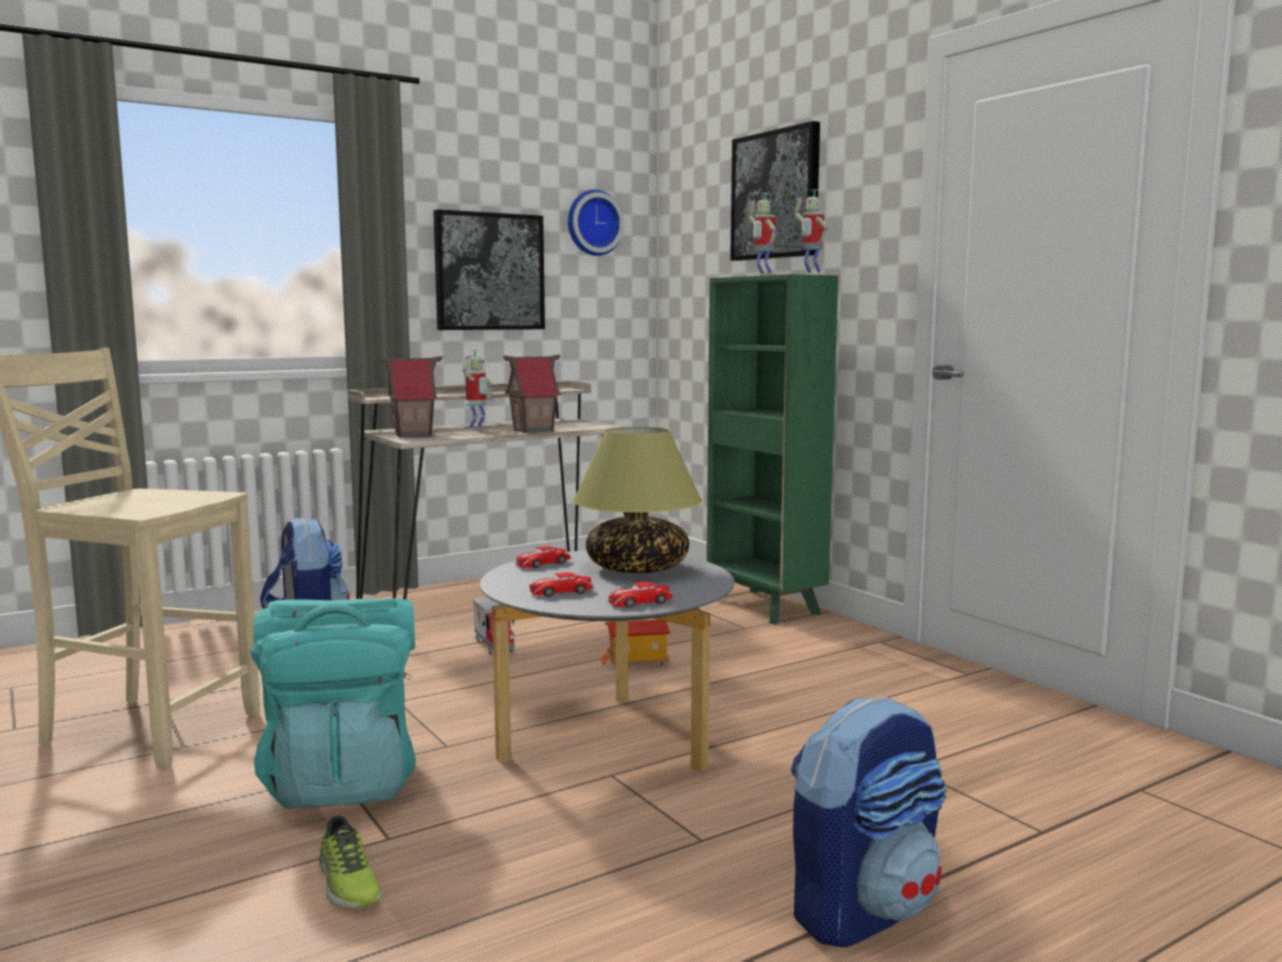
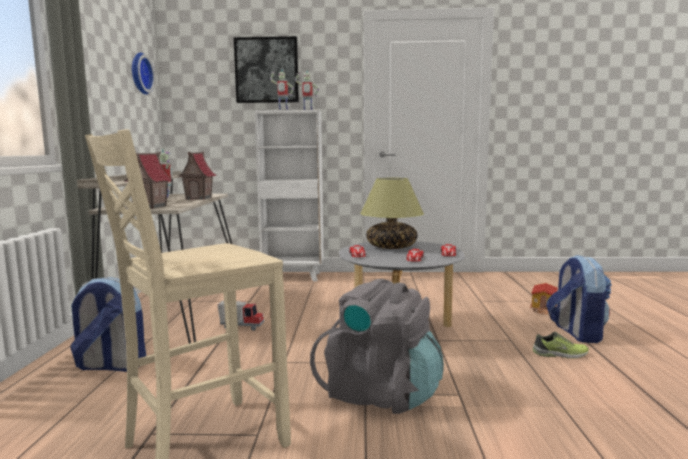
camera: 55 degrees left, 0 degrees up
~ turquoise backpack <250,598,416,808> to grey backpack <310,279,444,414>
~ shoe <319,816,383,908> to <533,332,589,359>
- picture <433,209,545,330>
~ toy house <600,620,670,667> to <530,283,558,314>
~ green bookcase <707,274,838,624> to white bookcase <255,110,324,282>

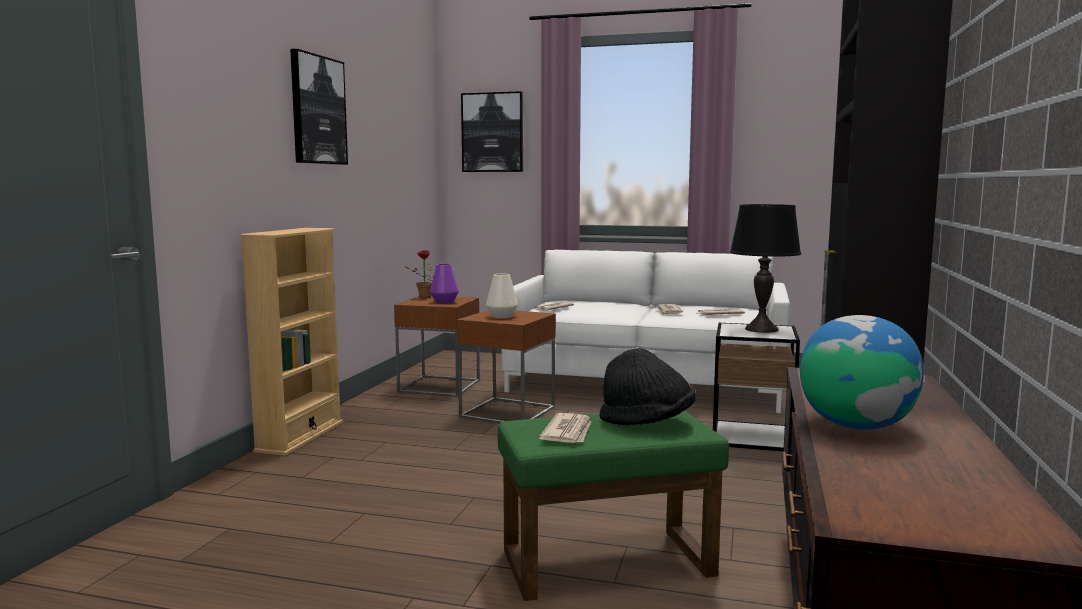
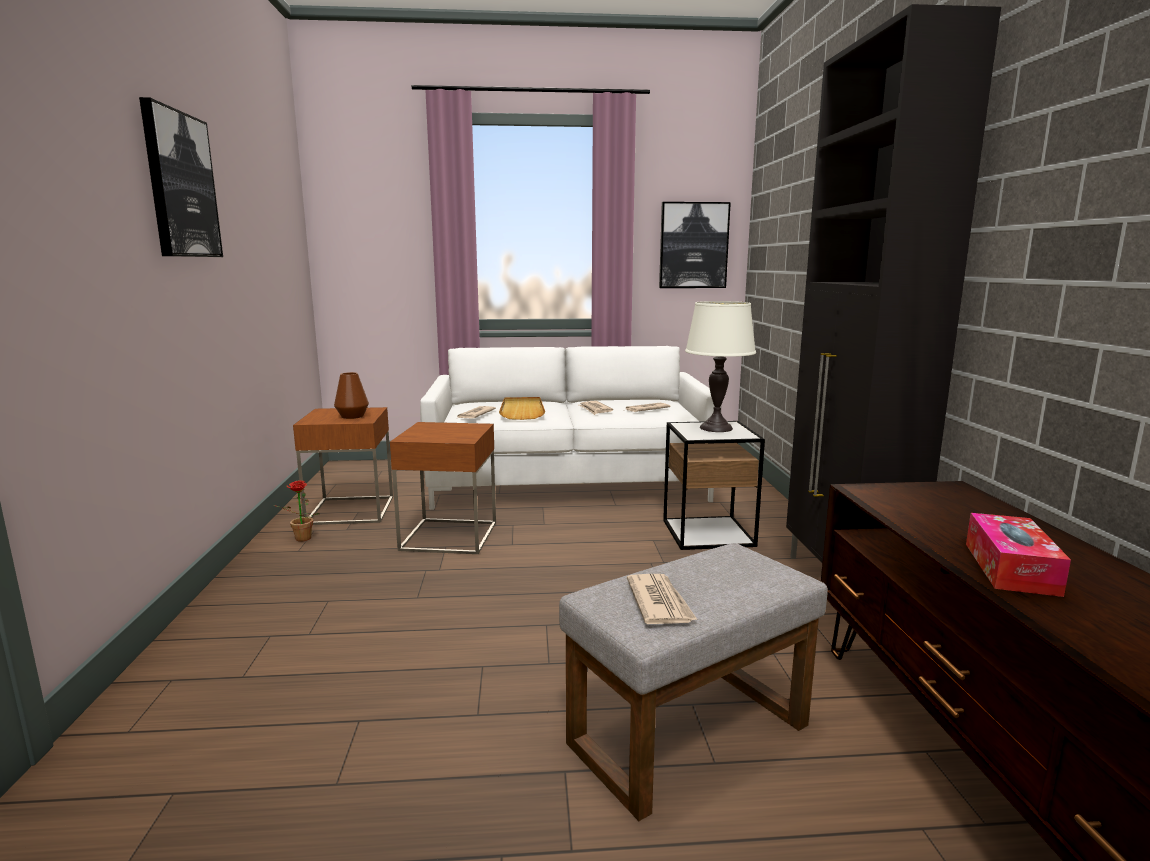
camera: 20 degrees left, 5 degrees up
- beige bookcase <240,228,343,456>
~ potted plant <406,250,434,298> to <276,480,320,542>
~ purple vase <430,264,459,303> to brown vase <334,372,369,419>
~ picture <461,91,523,172> to <659,202,731,288>
- white vase <486,274,518,319>
~ green ottoman <498,410,729,601> to grey ottoman <559,543,828,821>
- black hat <600,348,696,425>
~ black table lamp <730,204,801,333> to white table lamp <685,301,756,432>
~ globe <800,315,924,430> to tissue box <966,513,1071,597>
+ beige tray <499,397,545,420>

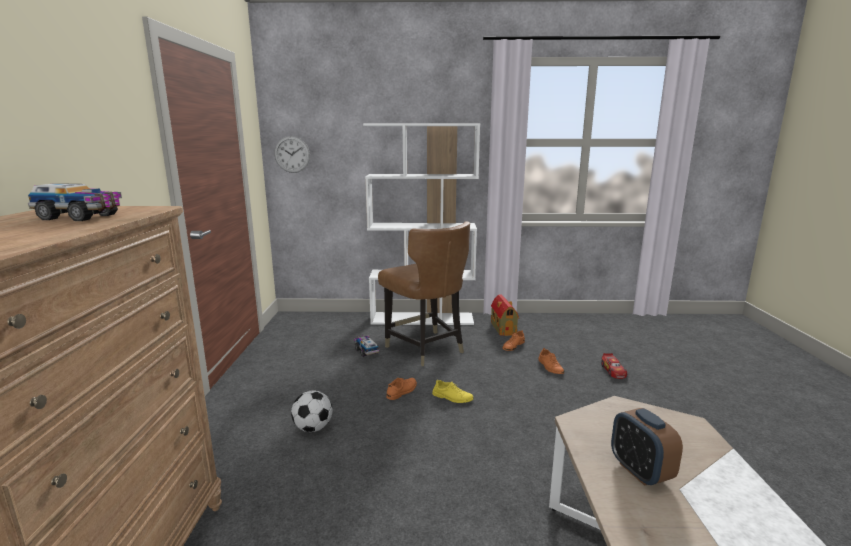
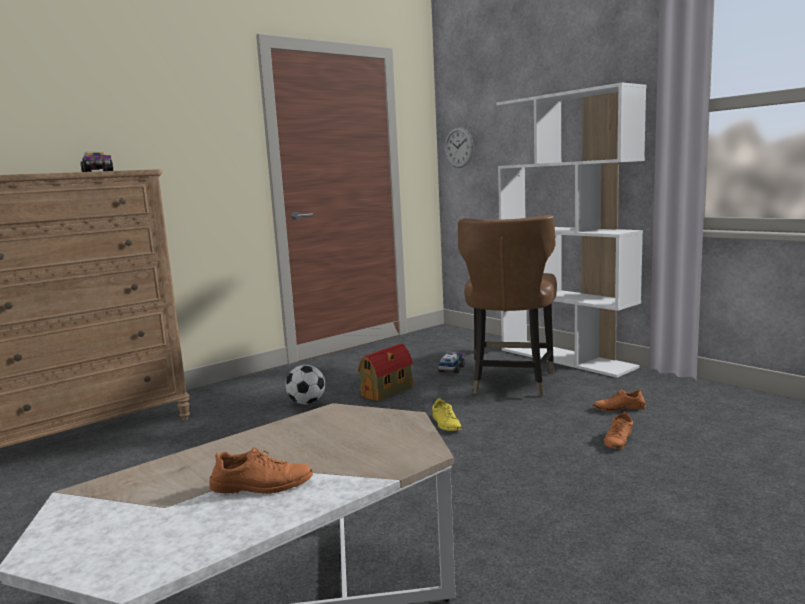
camera: 50 degrees right, 5 degrees down
~ orange shoe <386,378,417,400> to <209,448,313,494>
~ toy house <491,294,519,336> to <358,344,413,401>
- toy car <601,353,627,379>
- alarm clock <611,408,683,486>

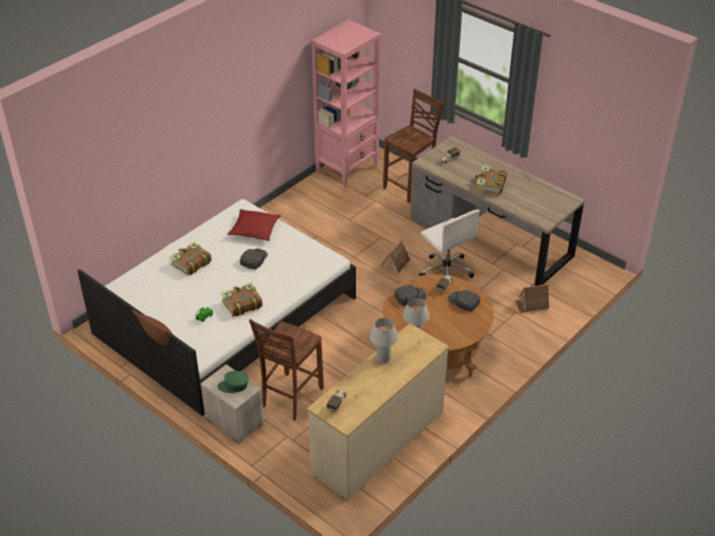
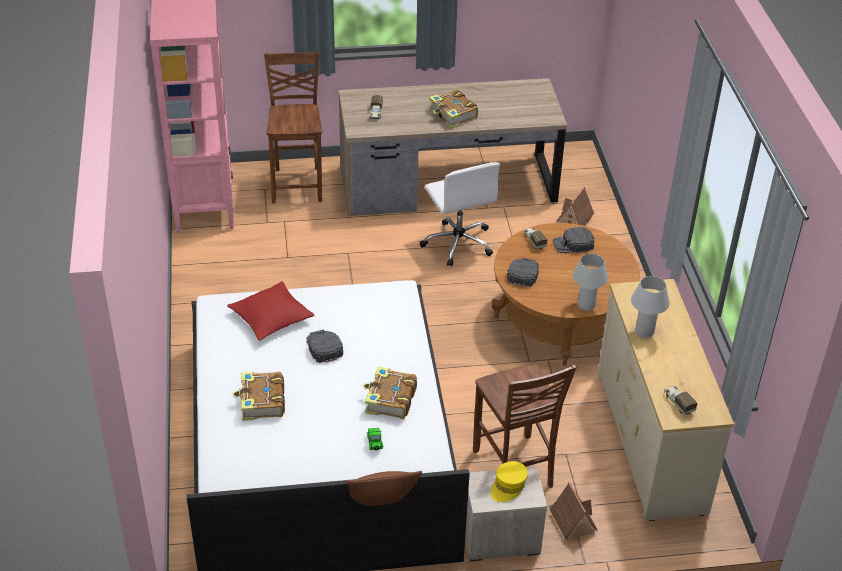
camera: 50 degrees left, 0 degrees up
~ green cap <217,371,249,393> to yellow cap <491,461,528,502>
~ toy house <381,240,411,274> to <549,482,598,540>
~ white office chair <419,210,480,278> = <420,162,500,266> 60 degrees clockwise

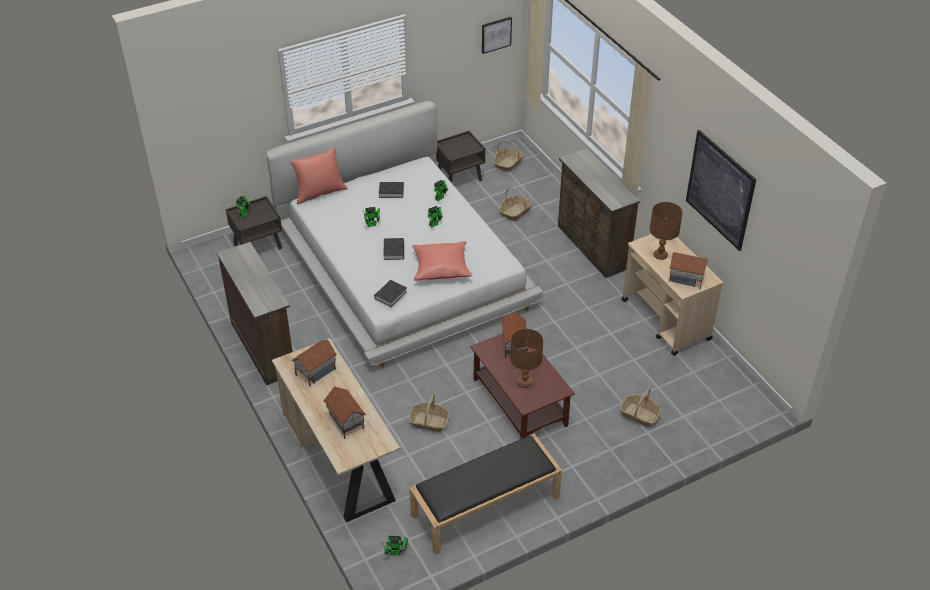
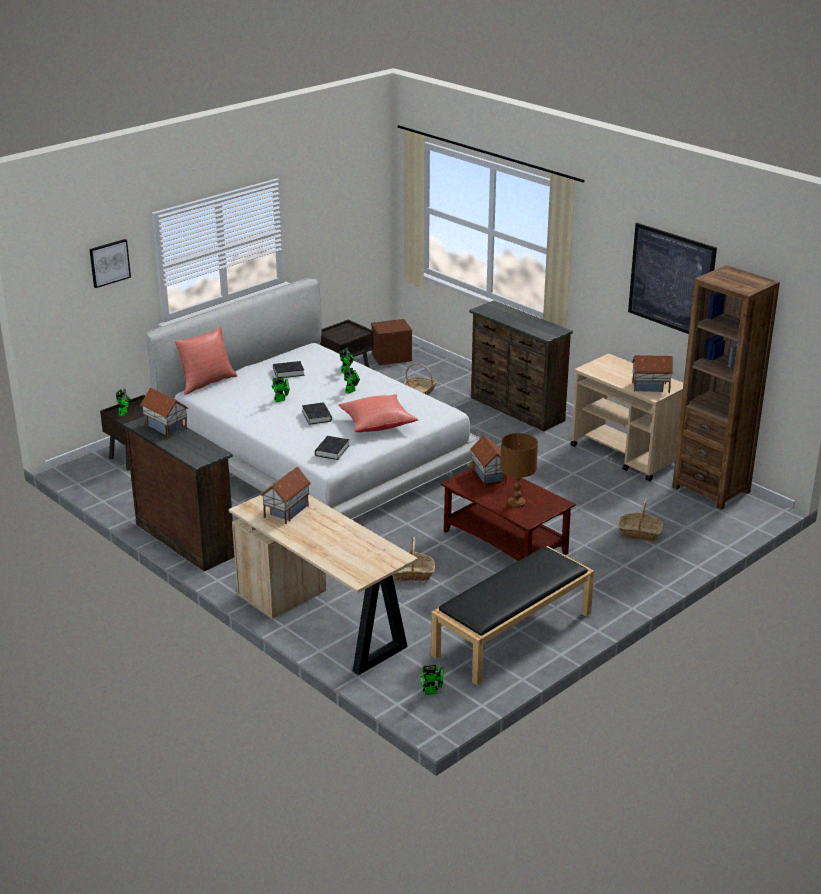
camera: 15 degrees left, 15 degrees down
~ toy house <324,386,366,439> to <140,388,188,439>
~ picture <482,17,512,54> to <89,239,131,288>
~ basket <493,140,524,172> to brown storage box <371,319,412,365>
- brown table lamp <650,202,683,260>
+ brown bookcase <672,265,780,510>

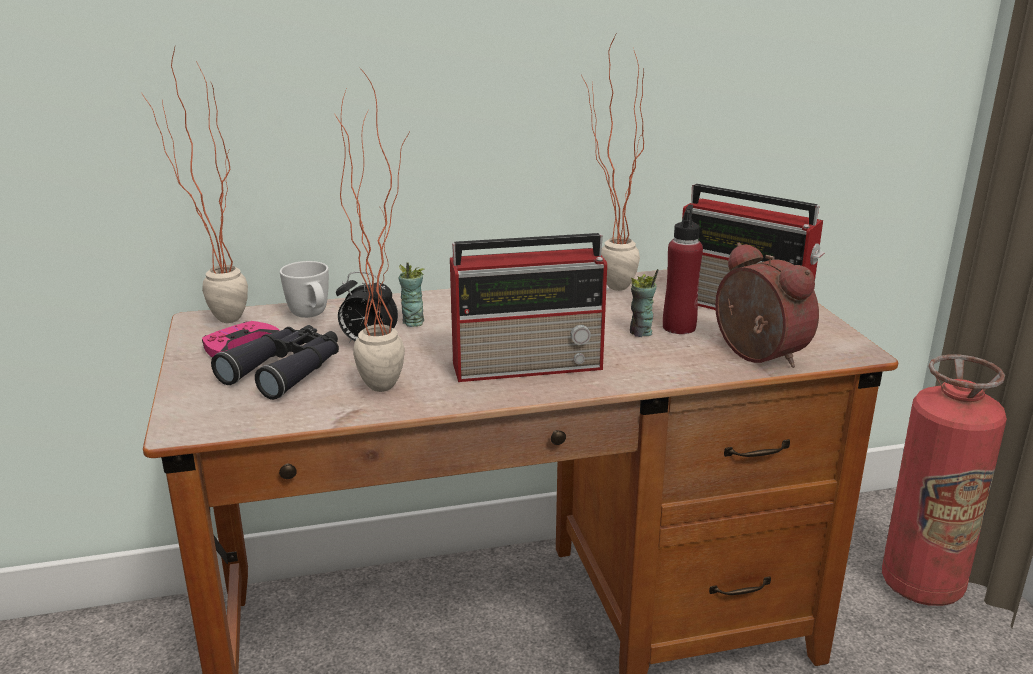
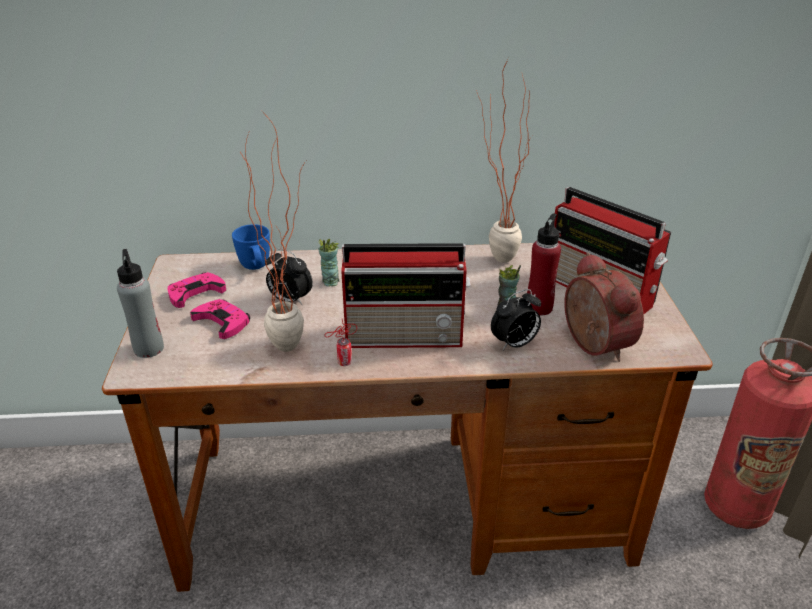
camera: 10 degrees right, 10 degrees up
- potted plant <142,48,248,323>
~ black binoculars <211,325,339,400> to pink game controller <190,299,250,339>
~ white mug <280,261,329,318> to blue mug <232,224,270,270>
+ grey bottle <117,249,164,358>
+ can <324,319,357,366>
+ alarm clock <491,289,541,351>

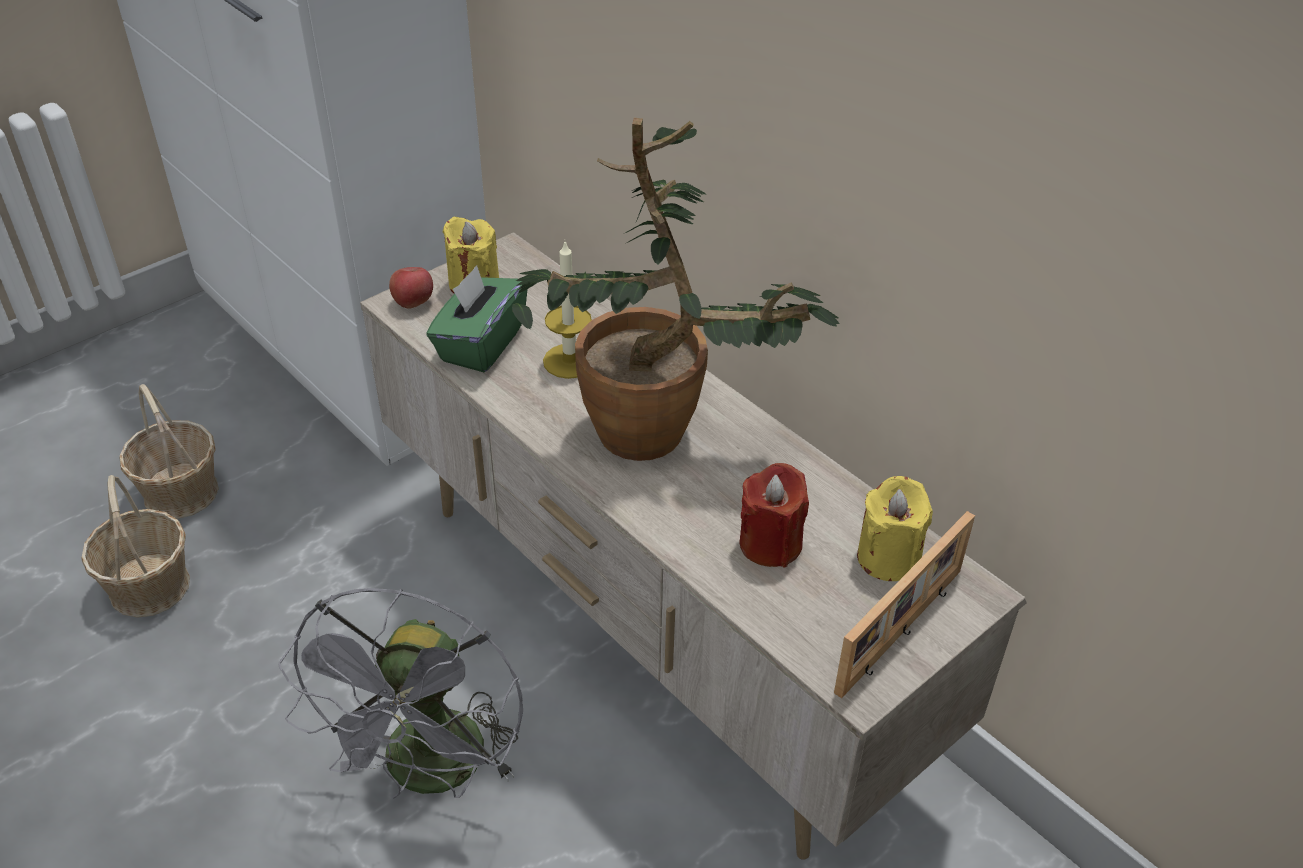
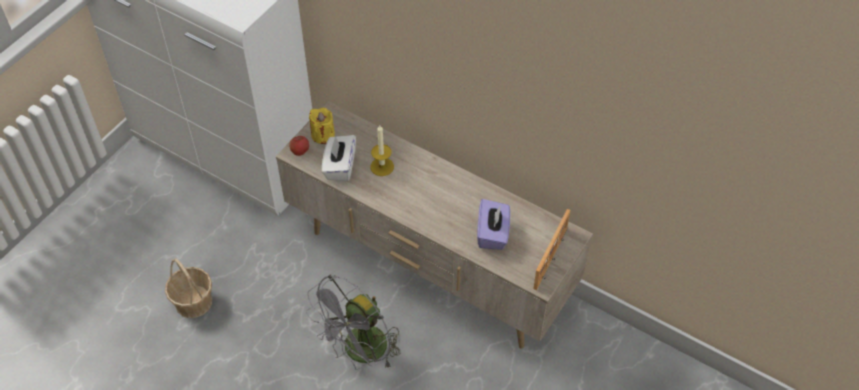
camera: 15 degrees left, 10 degrees up
- basket <120,384,219,519>
~ grey fan <278,588,523,799> = <306,275,401,370> 45 degrees clockwise
~ green tissue box <426,265,527,372> to white tissue box <322,135,356,181>
- potted plant <512,118,840,461>
~ red candle <740,463,809,567> to purple tissue box <477,199,510,250>
- yellow candle <857,476,933,581>

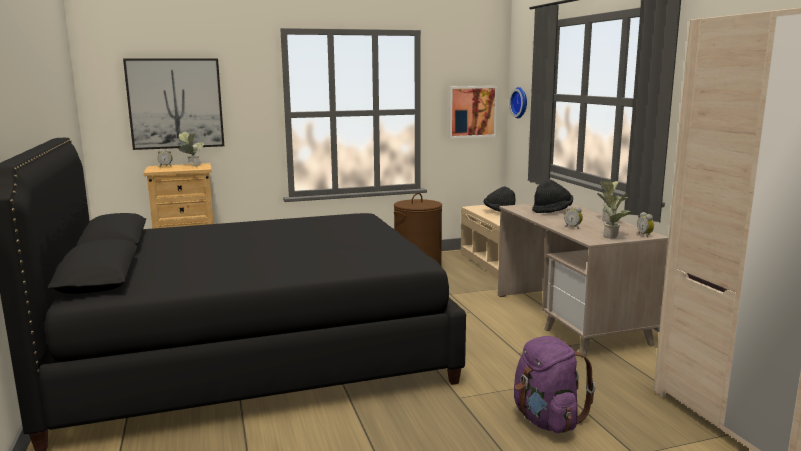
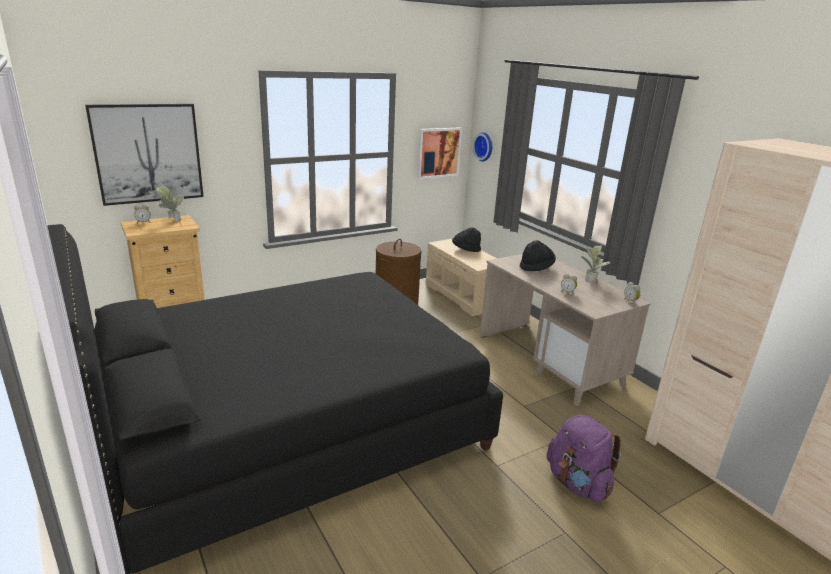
camera: 15 degrees left, 10 degrees up
- potted plant <602,192,632,239>

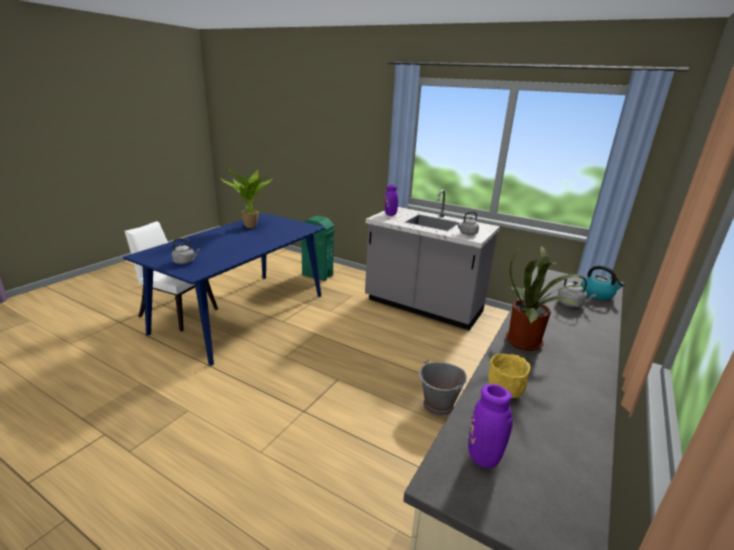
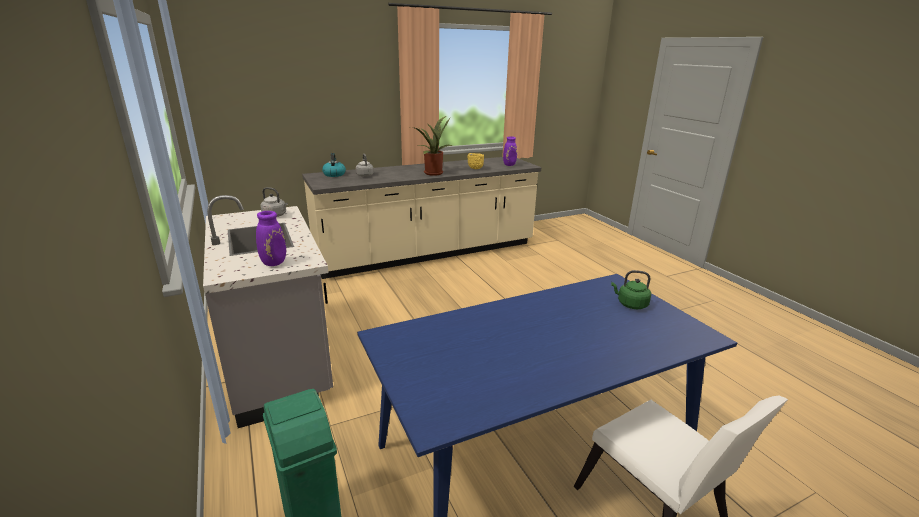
camera: 145 degrees left, 0 degrees up
~ grey kettle <172,238,200,264> to green kettle <611,270,651,309>
- potted plant <221,168,273,228>
- grey bucket <419,360,467,416>

